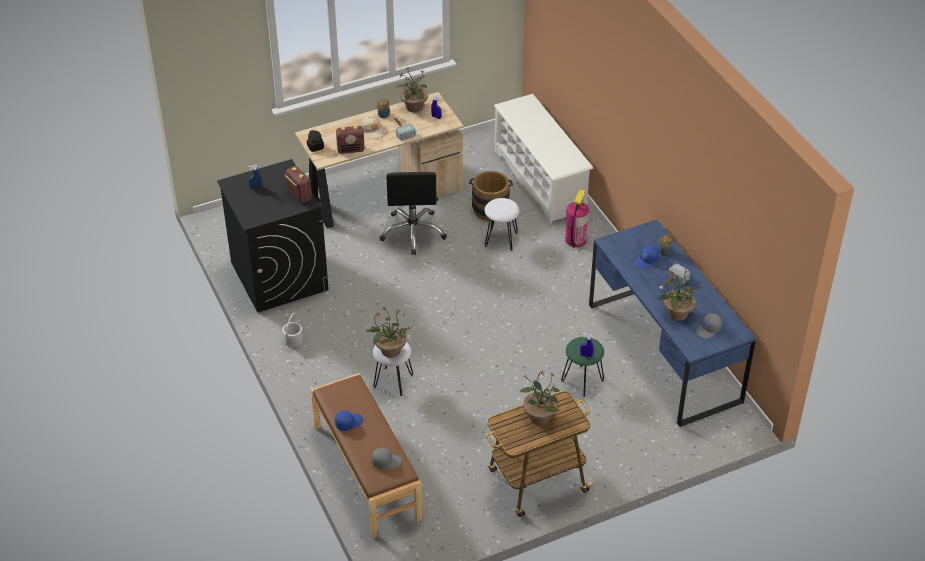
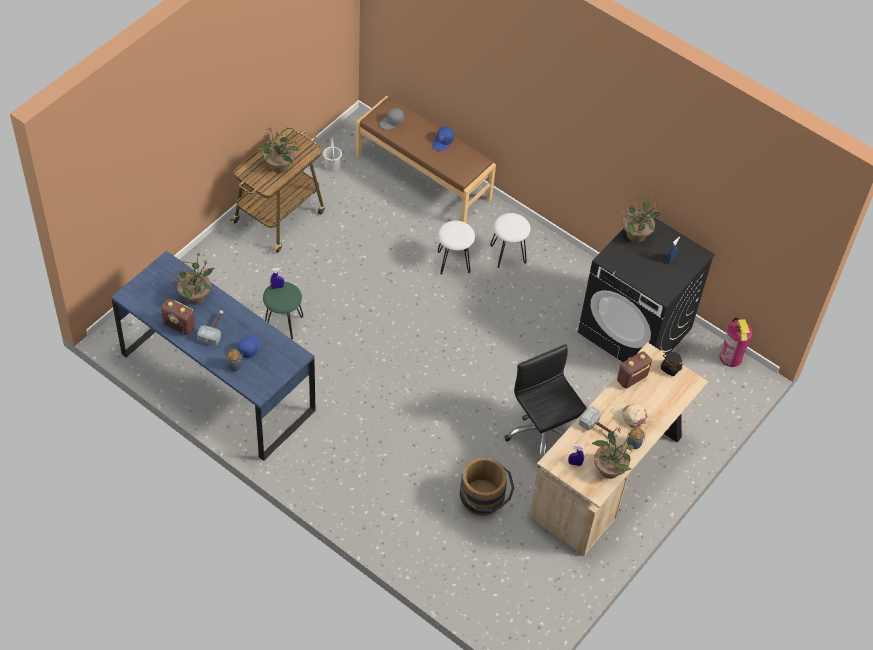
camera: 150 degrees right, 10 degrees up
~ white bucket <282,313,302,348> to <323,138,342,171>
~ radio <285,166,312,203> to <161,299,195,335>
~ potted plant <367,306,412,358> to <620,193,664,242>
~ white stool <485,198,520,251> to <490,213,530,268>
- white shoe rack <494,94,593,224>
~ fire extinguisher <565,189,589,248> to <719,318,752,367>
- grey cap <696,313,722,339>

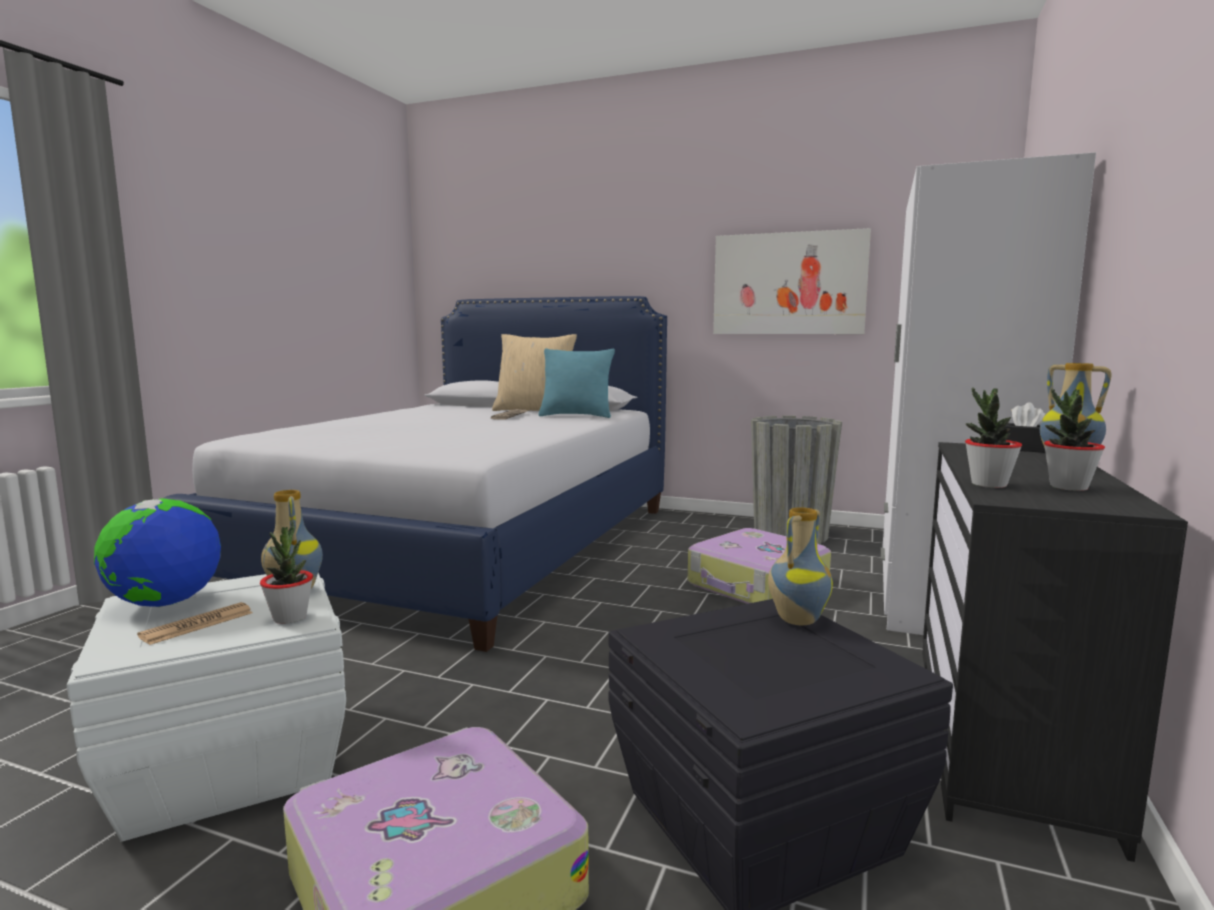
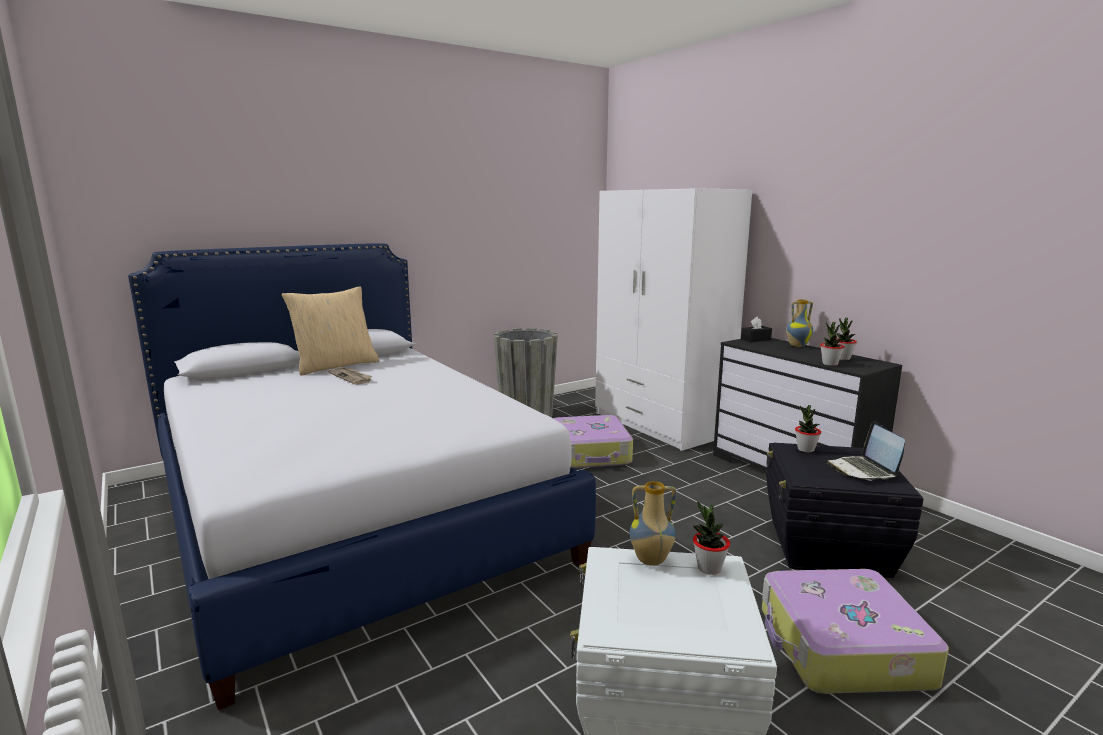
camera: 55 degrees left, 5 degrees up
- globe <94,498,221,607>
- newspaper <137,602,253,645>
- turquoise pillow <538,348,615,418>
- picture <713,228,871,334>
~ vase <768,507,833,625> to potted plant <795,405,821,453>
+ laptop <827,421,905,481>

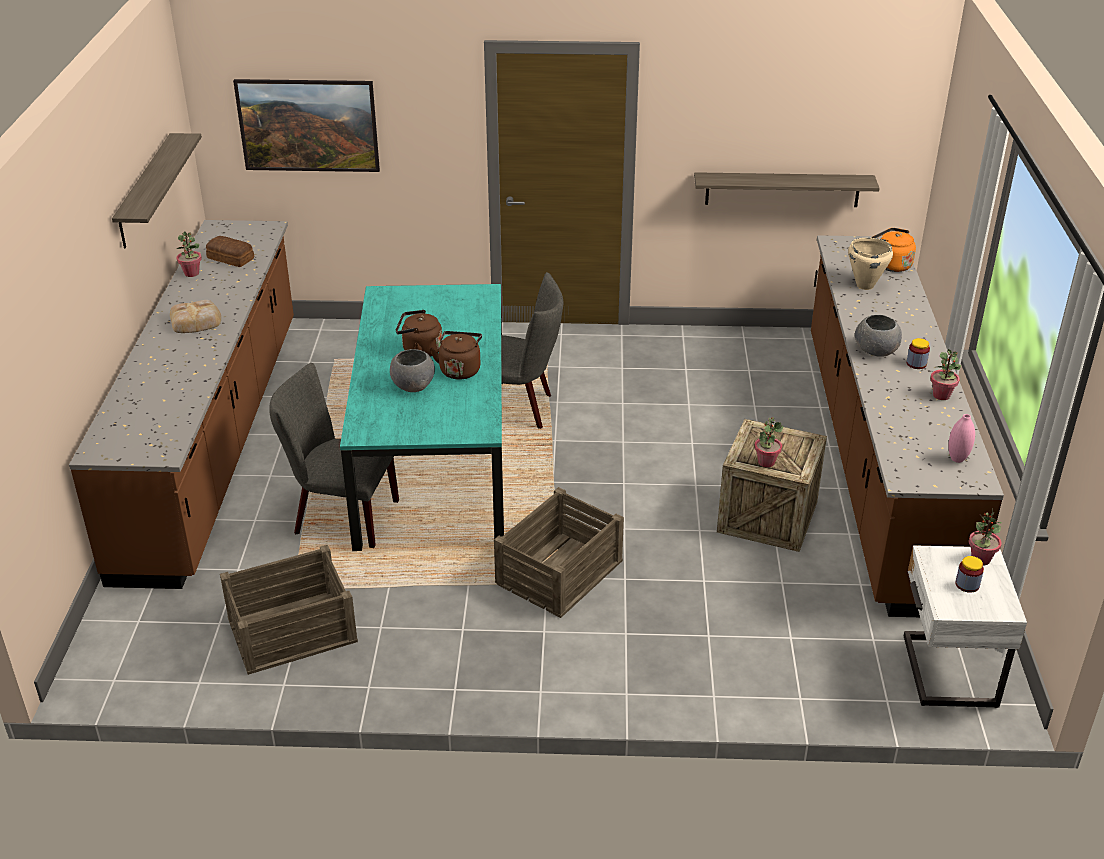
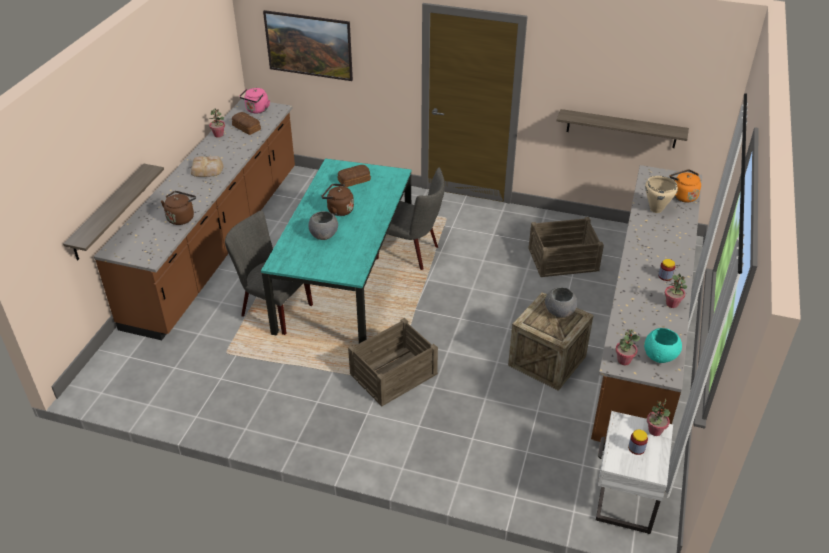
camera: 15 degrees right, 5 degrees up
~ shelf <112,133,202,248> to <63,164,164,260>
~ crate <220,545,358,675> to <528,217,604,277>
~ brown kettle <430,331,482,380> to <161,191,196,225>
~ potted plant <754,417,783,467> to <615,329,640,365>
~ grey bowl <855,315,902,357> to <545,287,577,318>
~ pink vase <948,414,975,463> to turquoise bowl <644,328,682,363>
+ pink kettle <240,88,270,114>
+ bread <338,165,371,187>

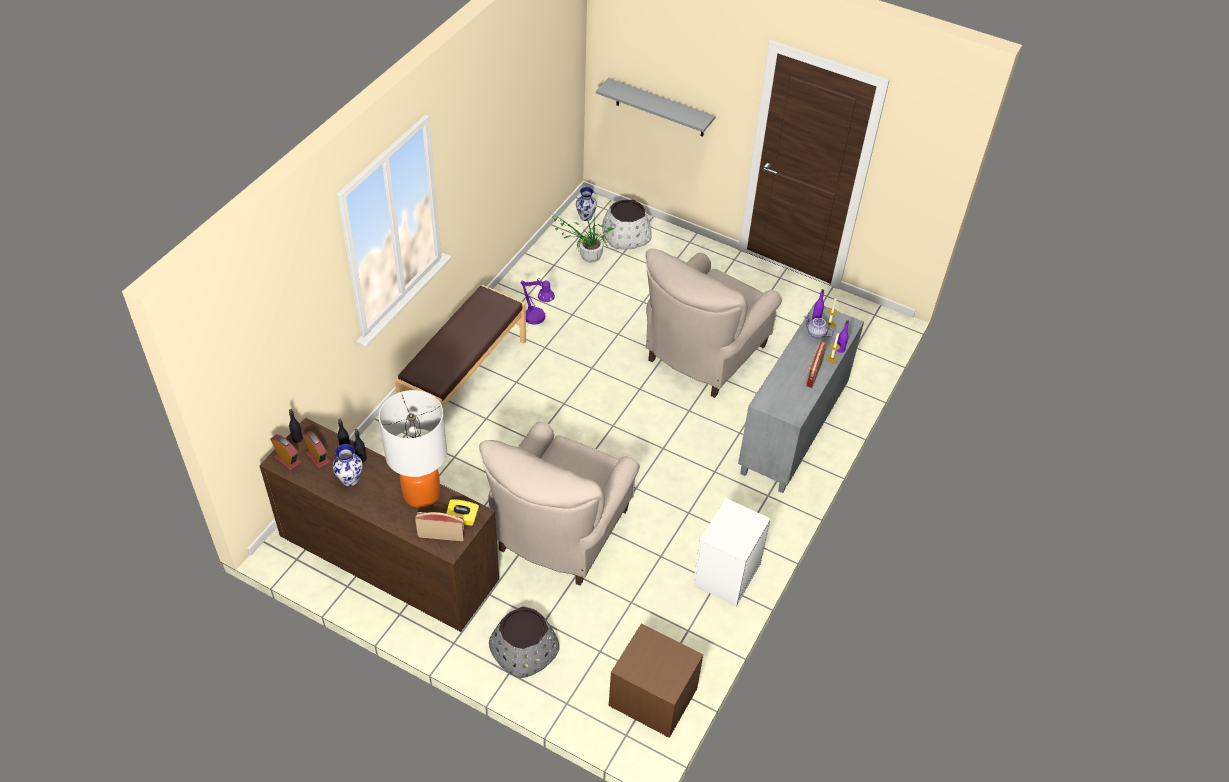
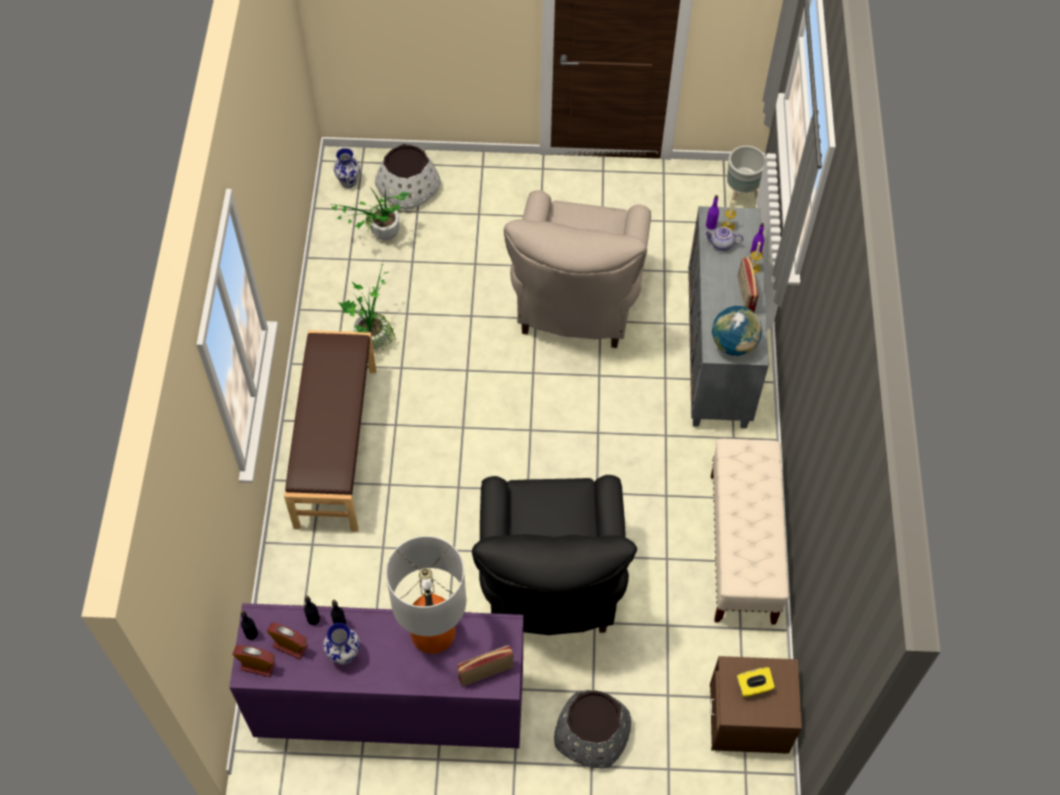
camera: 25 degrees left, 10 degrees up
~ brown dresser <259,418,499,632> to purple dresser <229,603,524,748>
~ yellow tissue box <446,499,479,526> to <737,667,775,697>
~ beige armchair <479,421,640,586> to black armchair <472,475,637,635>
~ purple table lamp <520,279,555,325> to potted plant <338,259,396,351>
- grey shelf <596,78,716,137>
~ white nightstand <694,498,771,606> to beige bench <711,439,789,625>
+ globe <712,306,762,356>
+ grey planter <727,146,766,207>

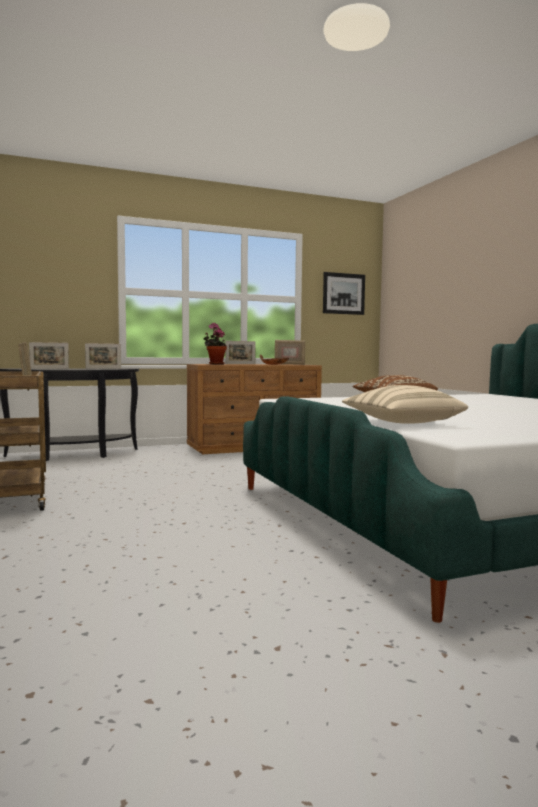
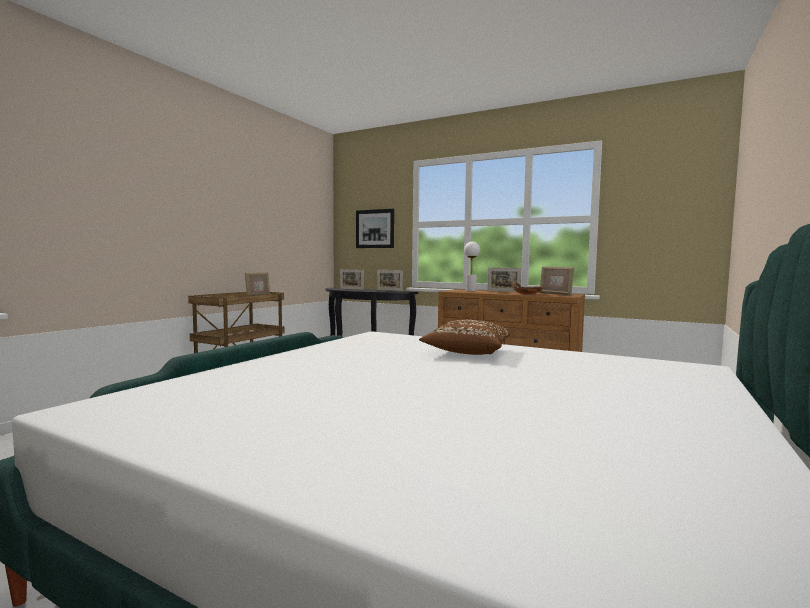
camera: 50 degrees right, 0 degrees up
~ potted plant <204,323,227,364> to white table lamp <464,241,480,291>
~ picture <323,272,365,315> to <356,209,394,248>
- beige pillow <342,385,468,424>

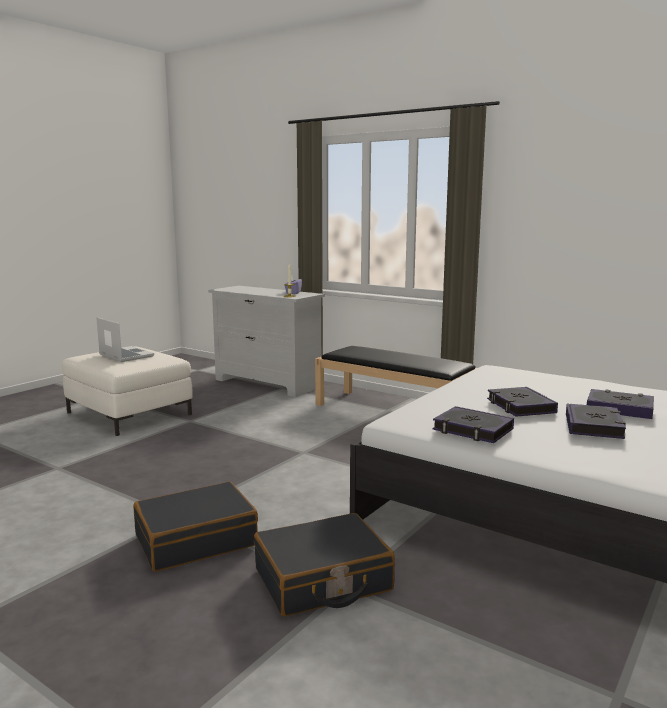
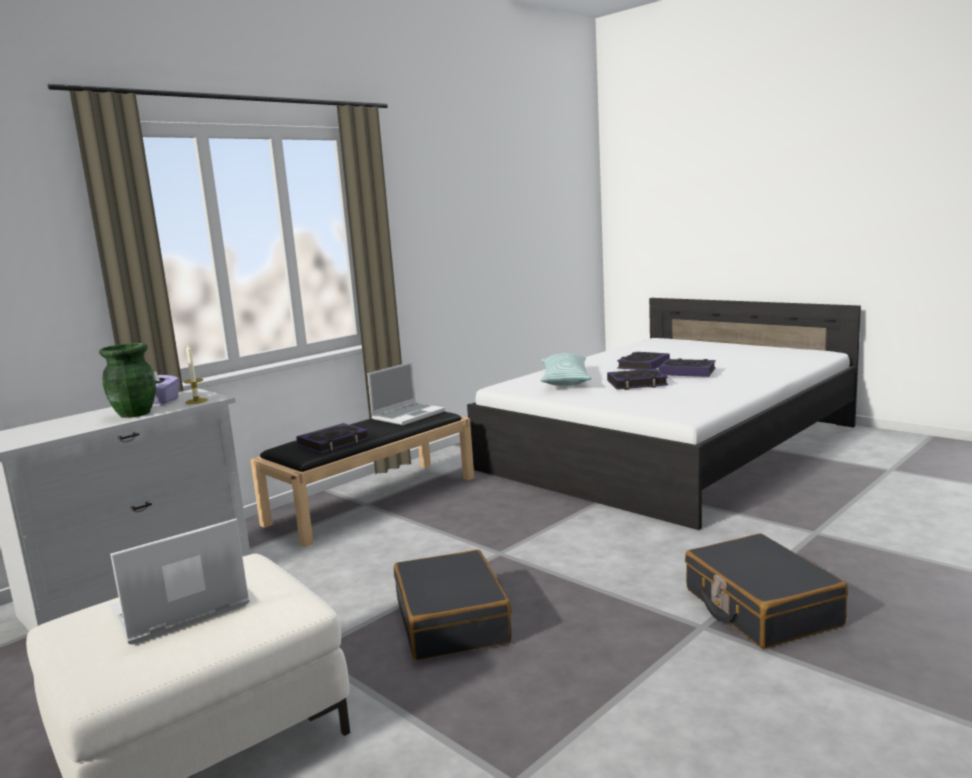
camera: 80 degrees left, 0 degrees up
~ black suitcase <254,513,395,617> to <394,549,512,660>
~ book <433,406,514,443> to <296,423,369,454>
+ green vase <99,343,156,418>
+ laptop <367,362,445,425>
+ pillow <541,353,591,386>

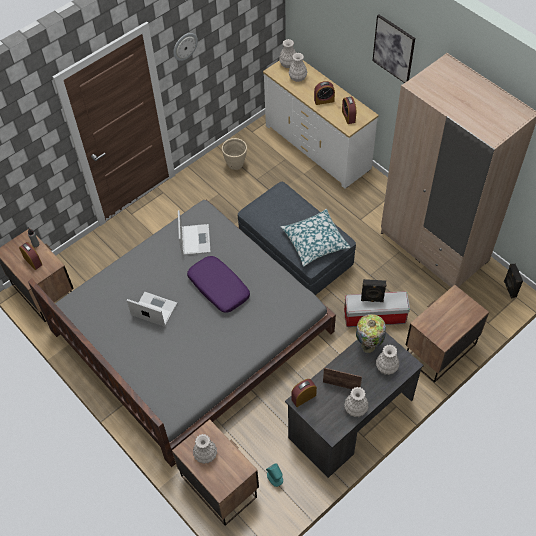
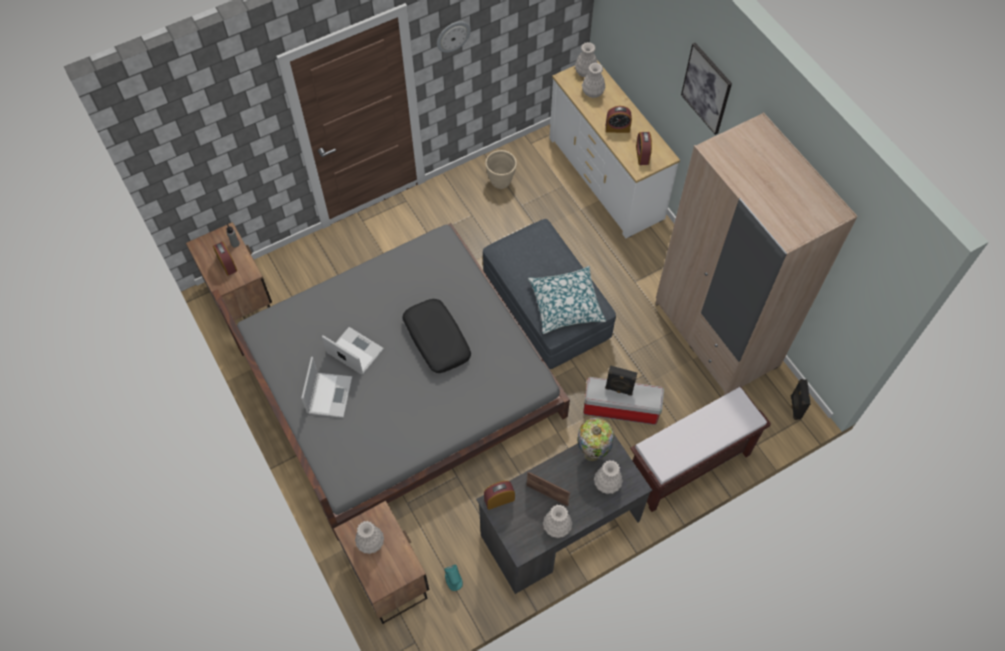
camera: 10 degrees right, 5 degrees up
~ laptop <178,210,211,255> to <301,357,352,418>
~ purple pillow <187,256,250,313> to black pillow <402,299,471,373>
~ nightstand <406,285,489,383> to brown bench <630,386,771,512>

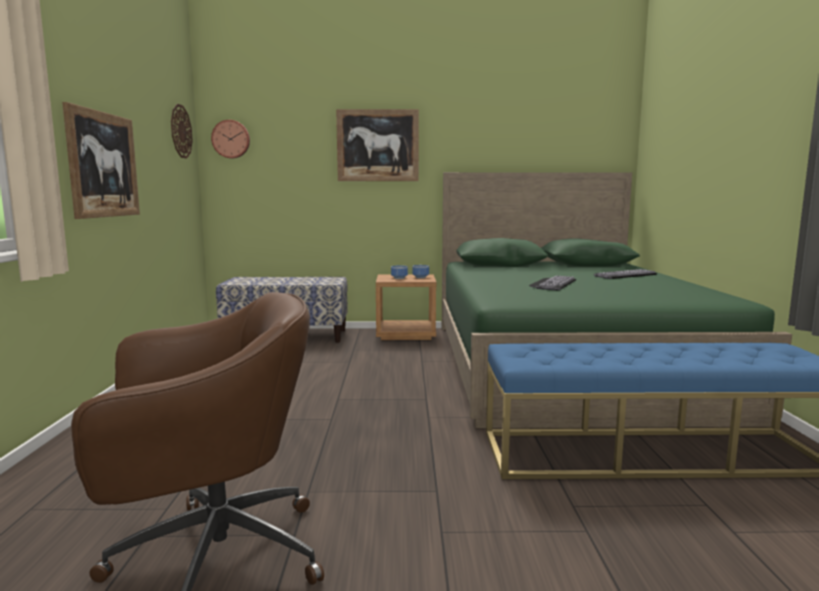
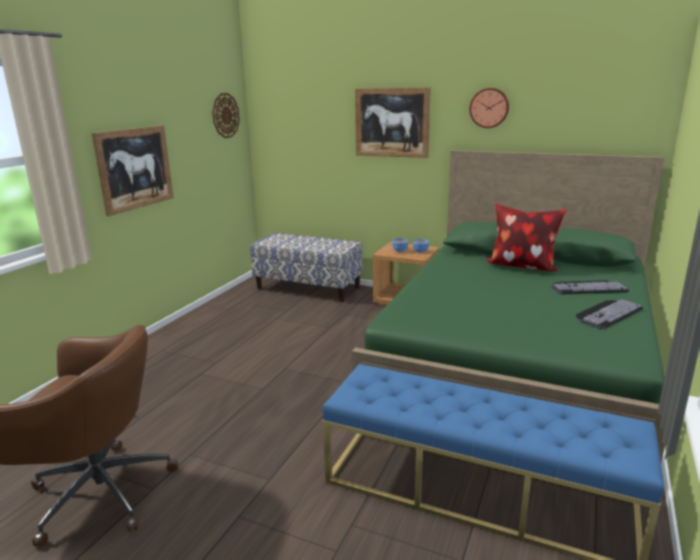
camera: 25 degrees right, 10 degrees up
~ wall clock <211,120,250,159> to <469,88,509,128>
~ keyboard <529,276,576,290> to <576,300,643,329>
+ pillow <486,203,567,271>

